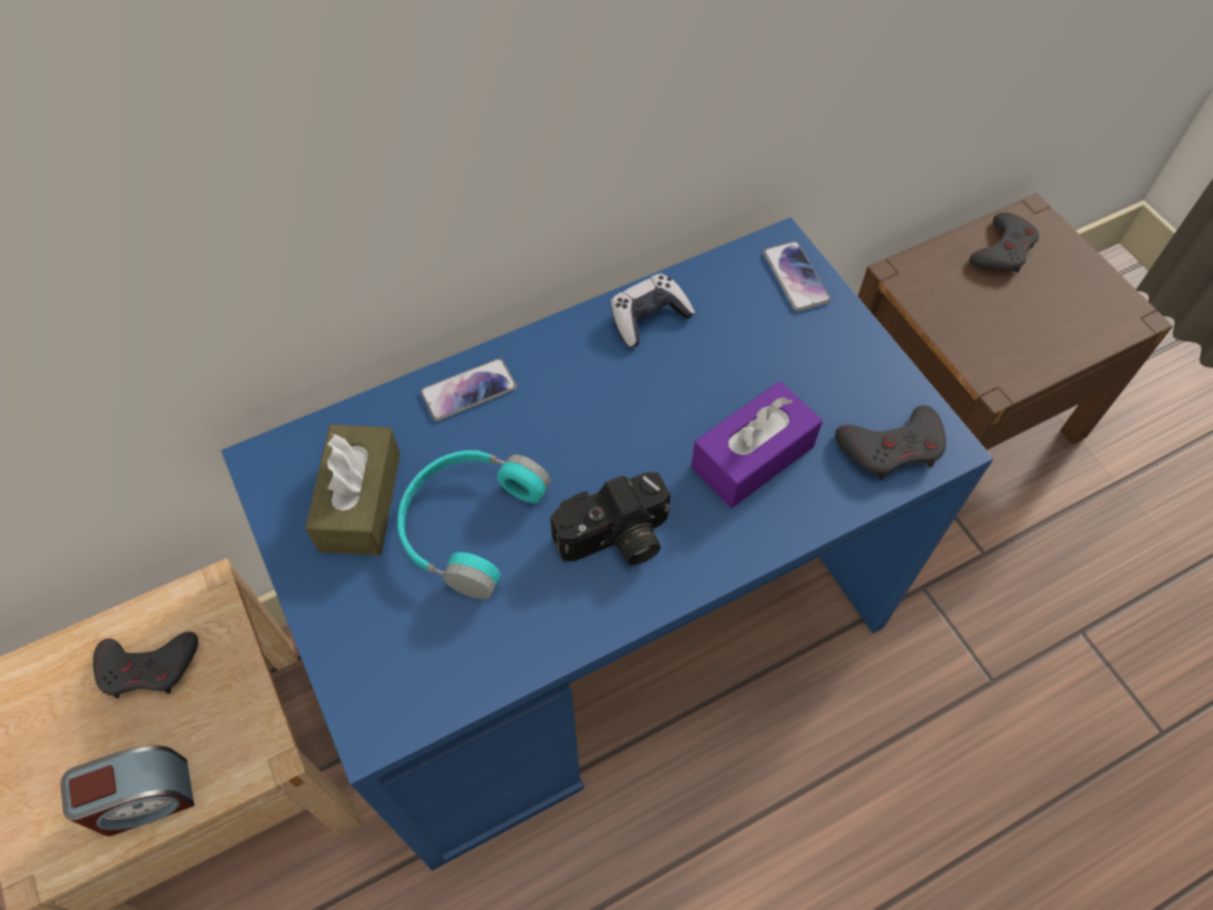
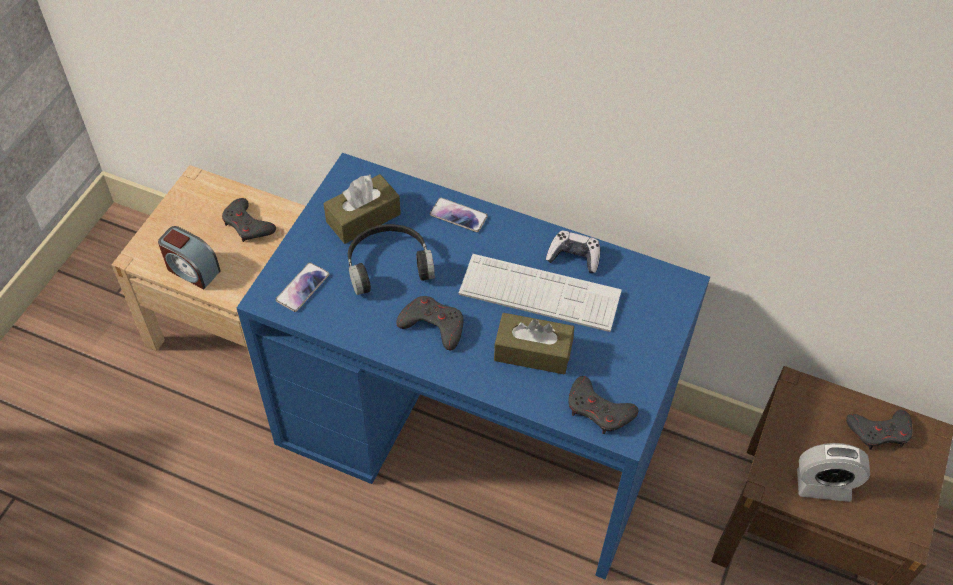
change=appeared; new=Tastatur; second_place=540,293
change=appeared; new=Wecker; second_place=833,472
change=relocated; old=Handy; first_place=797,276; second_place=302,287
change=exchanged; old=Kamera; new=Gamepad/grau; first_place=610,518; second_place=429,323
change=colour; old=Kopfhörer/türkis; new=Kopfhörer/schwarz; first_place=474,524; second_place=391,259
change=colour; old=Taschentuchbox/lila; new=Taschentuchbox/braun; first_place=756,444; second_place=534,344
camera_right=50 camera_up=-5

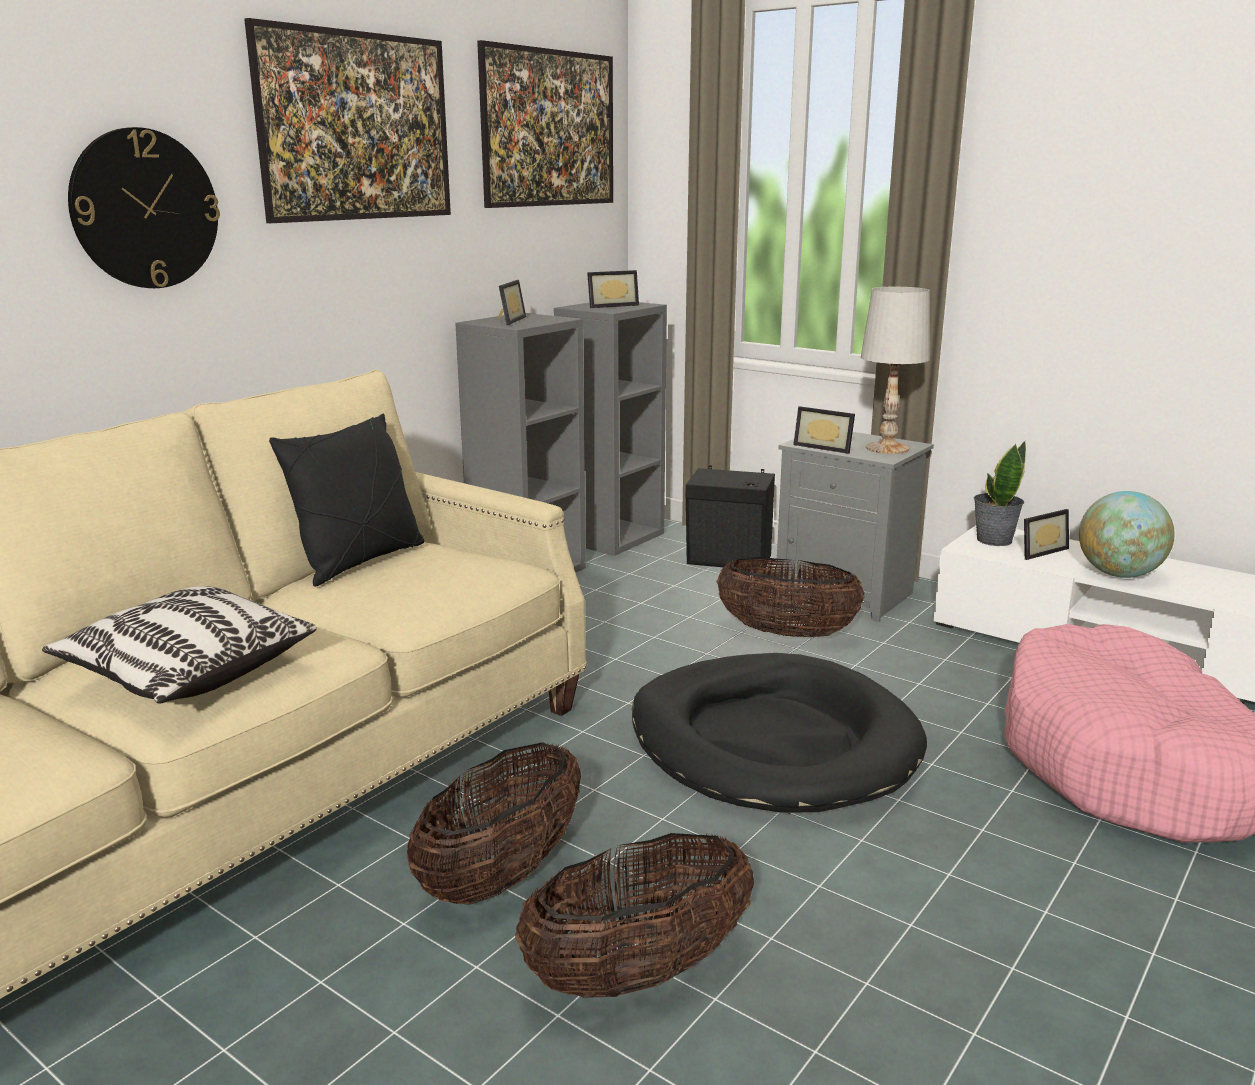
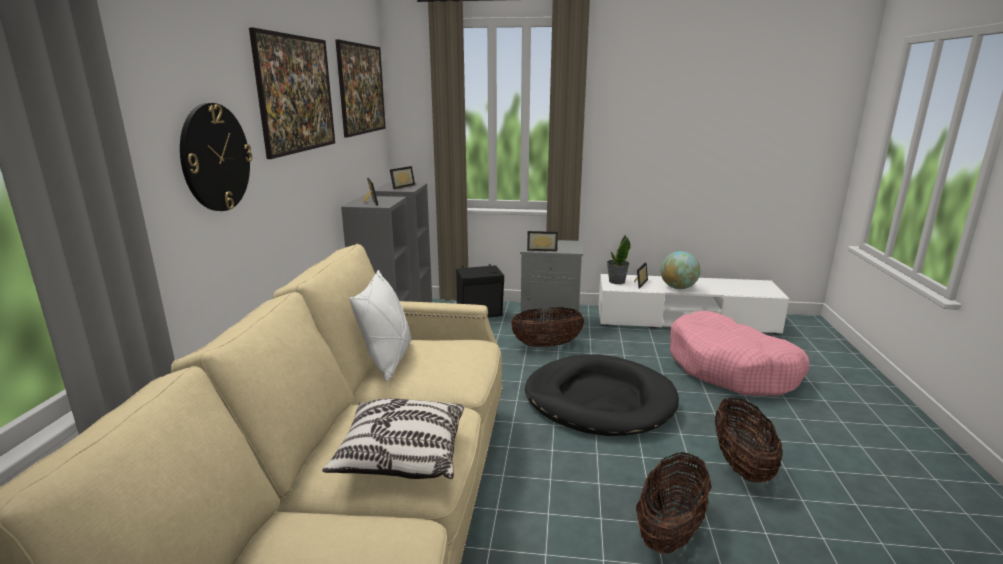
change=missing; old=Tischlampe/weiß; first_place=895,370
change=relocated; old=Korb; first_place=493,823; second_place=748,439
change=colour; old=Kissen/schwarz; new=Kissen/weiß; first_place=346,500; second_place=380,326
camera_right=-30 camera_up=0

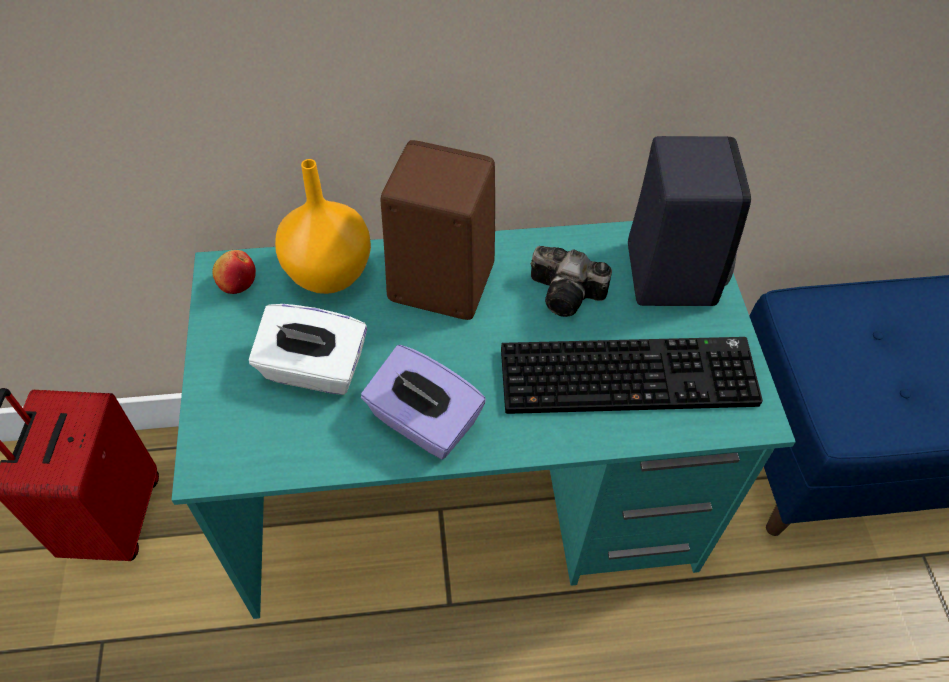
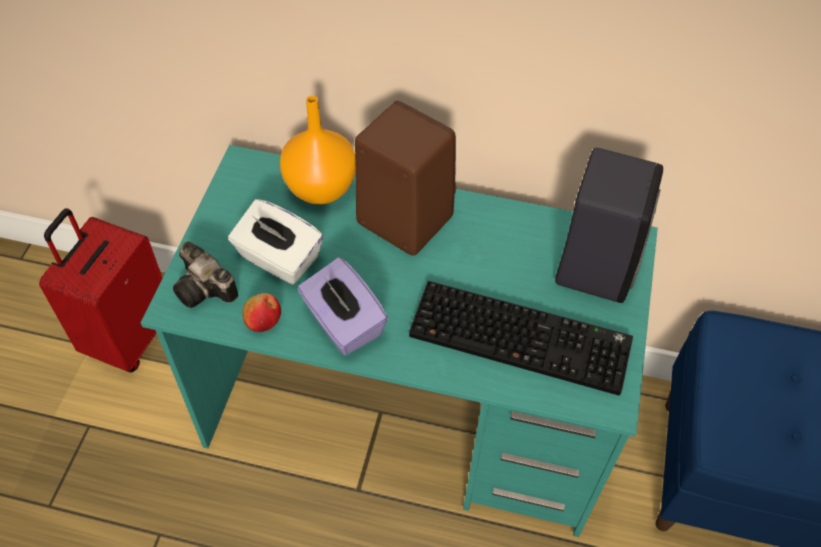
change=relocated; old=Apfel; first_place=234,272; second_place=262,312
change=relocated; old=Kamera; first_place=571,281; second_place=205,274
camera_right=20 camera_up=0

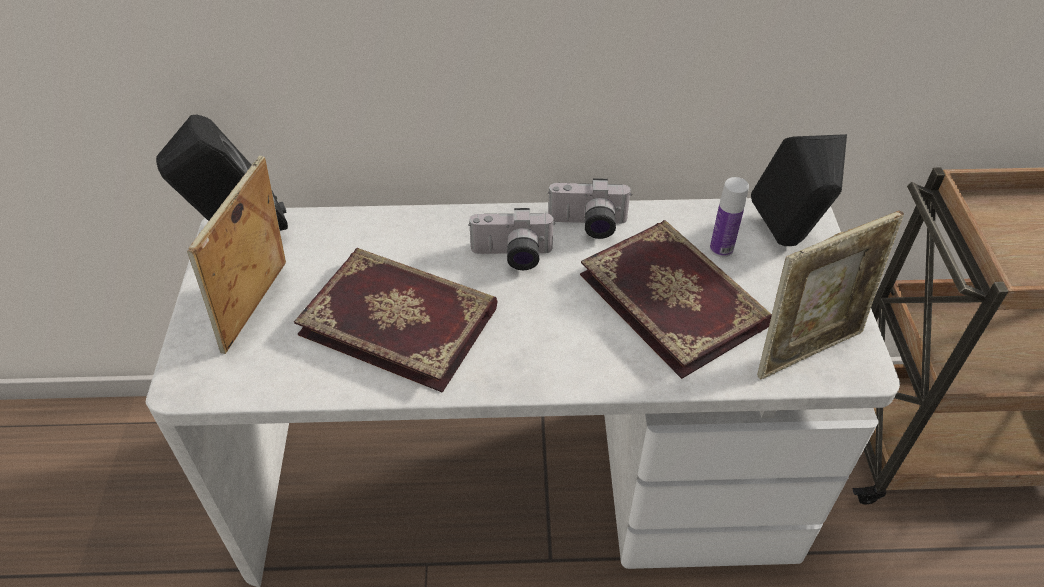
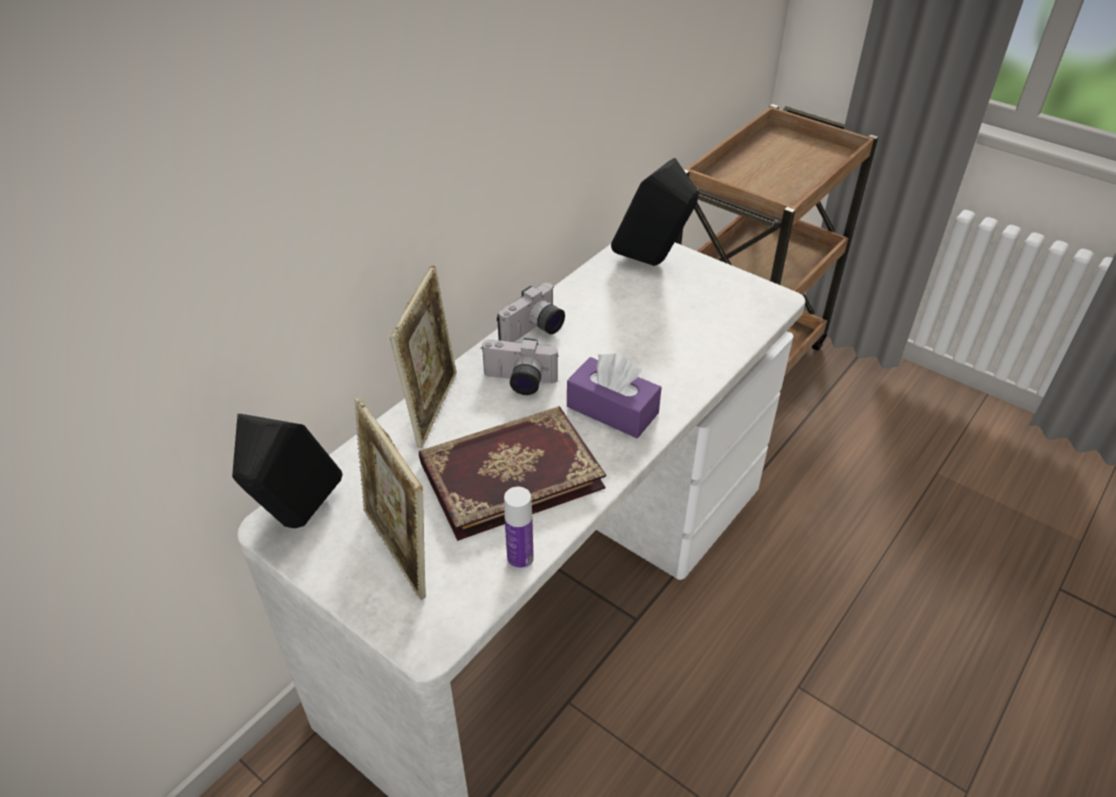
change=missing; old=Buch; first_place=676,299
change=appeared; new=Taschentuchbox/lila; second_place=614,396
change=relocated; old=Flasche; first_place=729,217; second_place=519,528
change=relocated; old=Bilderrahmen; first_place=830,295; second_place=423,357
change=spun; old=Kamera; first_place=511,239; second_place=519,366; degrees=60
camera_right=-50 camera_up=-5

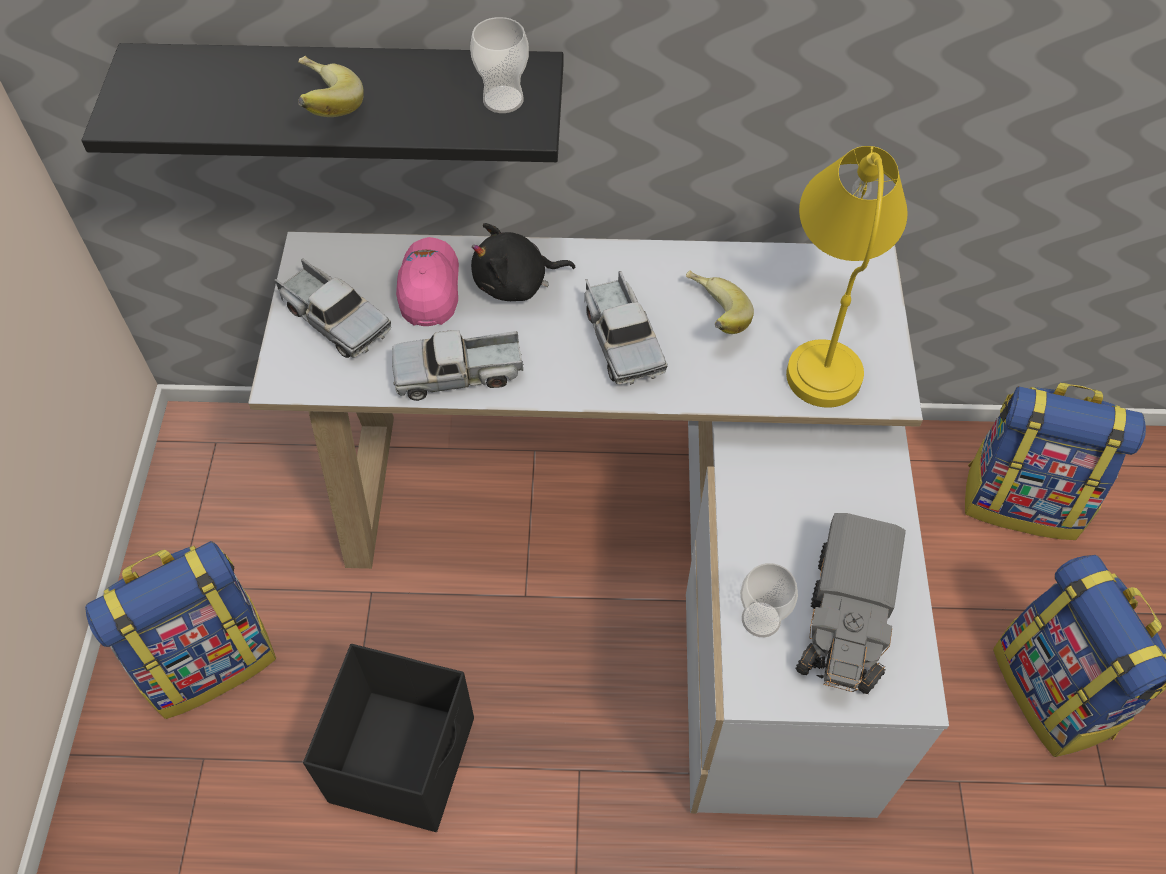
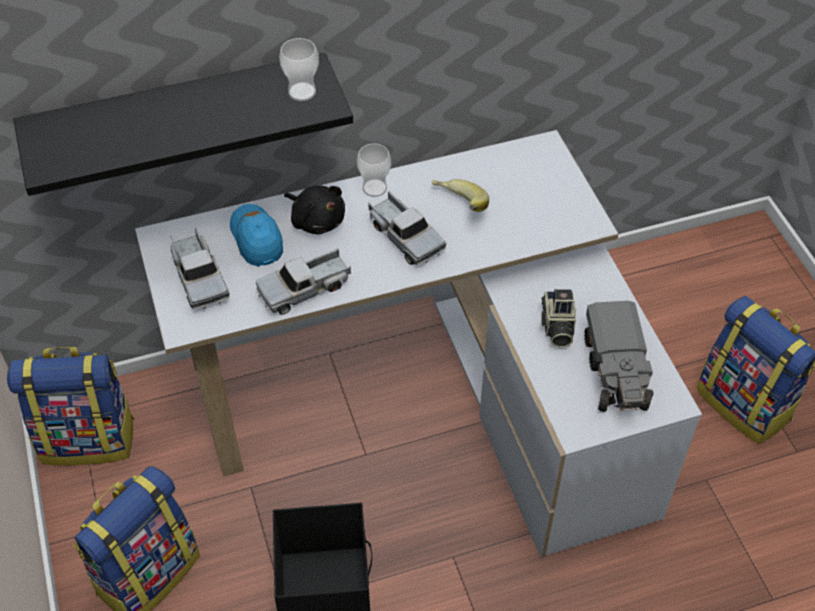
change=missing; old=Banane; first_place=331,86
change=missing; old=Tischlampe/gelb; first_place=846,277
change=appeared; new=Kamera; second_place=558,318
change=relocated; old=Tasse; first_place=769,600; second_place=374,170
change=relocated; old=Rucksack; first_place=1055,461; second_place=71,406
change=colour; old=Kappe/rosa; new=Kappe/blau; first_place=427,281; second_place=256,235
change=spun; old=Spielzeuglaster; first_place=332,308; second_place=199,269; degrees=45
change=spun; old=Plüschtier/schwarz; first_place=523,262; second_place=314,210; degrees=-105
camera_right=-20 camera_up=-5

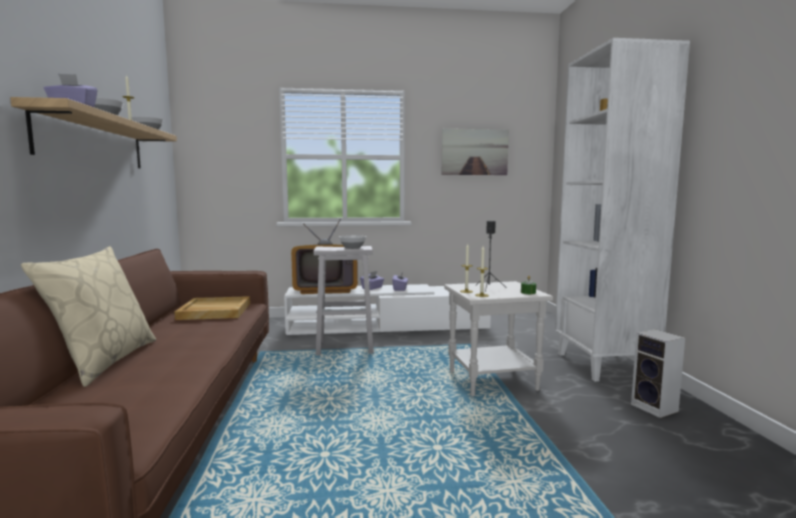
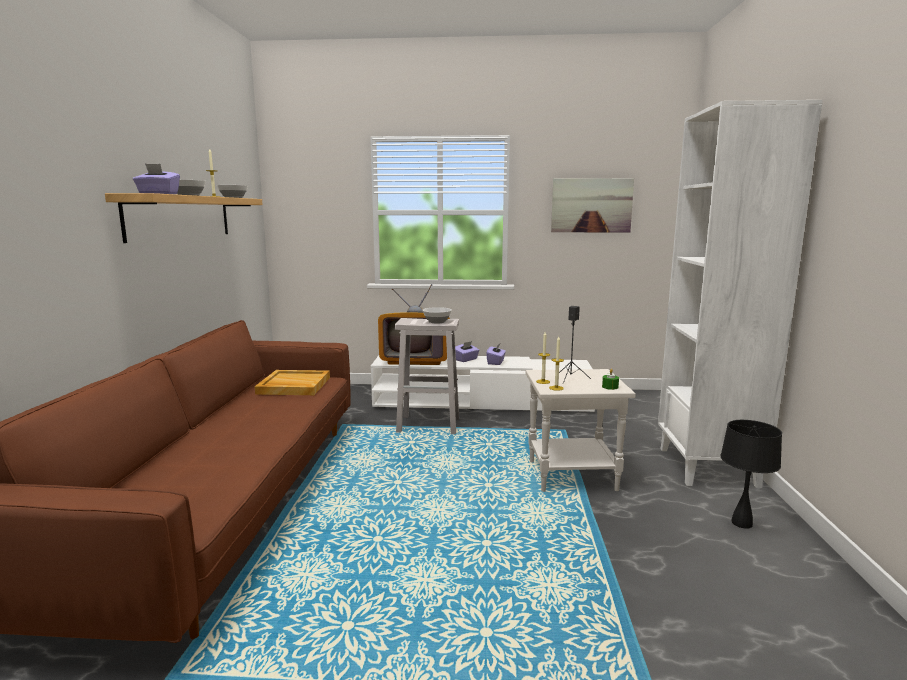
change=missing; old=Kissen/beige; first_place=88,316
change=exchanged; old=Lautsprecher; new=Tischlampe/schwarz; first_place=658,373; second_place=751,474
camera_right=10 camera_up=5

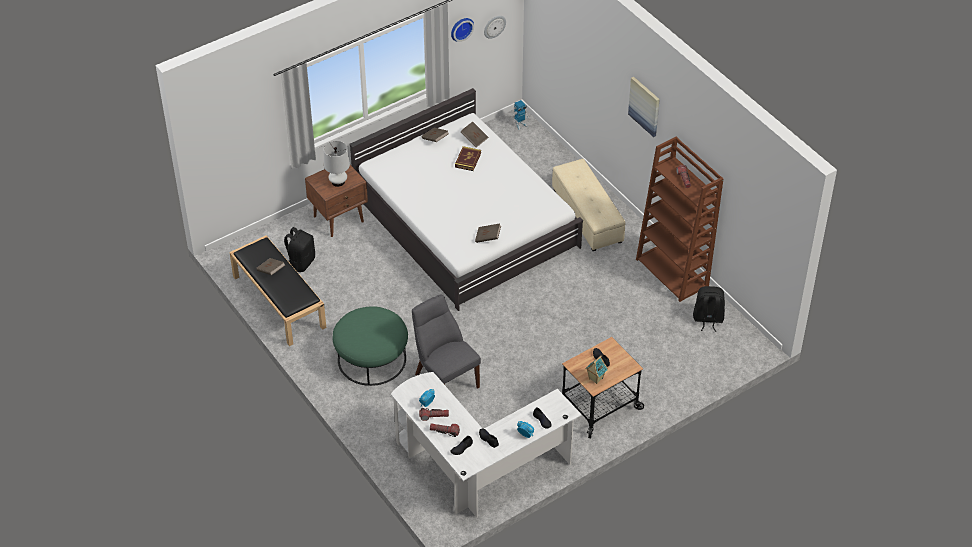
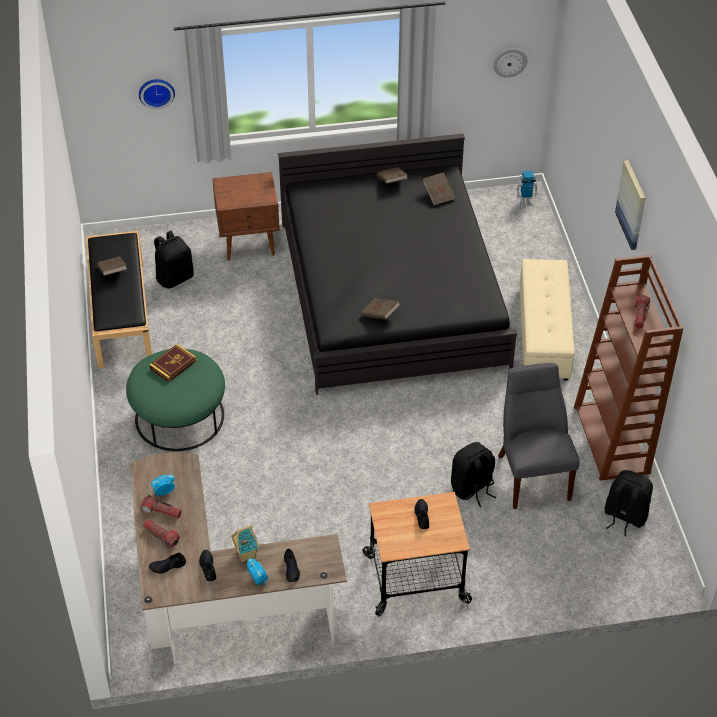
change=missing; old=Tischlampe/weiß; first_place=337,164
change=appeared; new=Rucksack/schwarz; second_place=473,474
change=relocated; old=Stuhl/grau; first_place=446,341; second_place=539,436
change=relocated; old=Wanduhr; first_place=462,30; second_place=157,94
change=relocated; old=Buch; first_place=468,158; second_place=173,363
change=relocated; old=Spielzeughaus; first_place=596,370; second_place=245,543
change=colour; old=Bett/weiß; new=Bett/schwarz; first_place=466,199; second_place=397,264
change=colour; old=Schreibtisch/weiß; new=Schreibtisch/braun; first_place=486,445; second_place=238,558
camera_right=25 camera_up=0

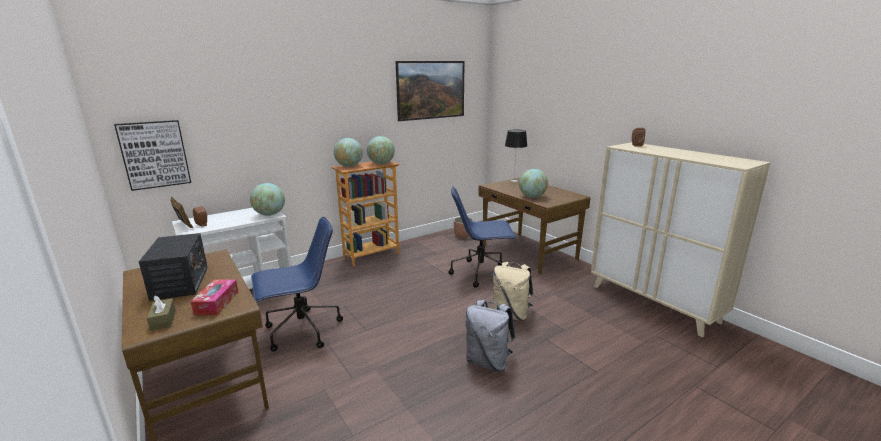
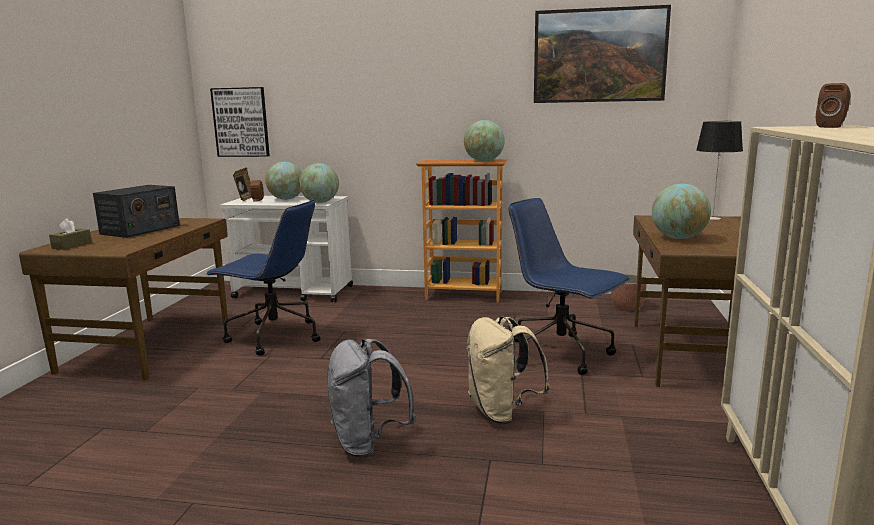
change=missing; old=Taschentuchbox; first_place=214,297
change=relocated; old=Globus; first_place=348,152; second_place=283,181
camera_right=45 camera_up=-5

